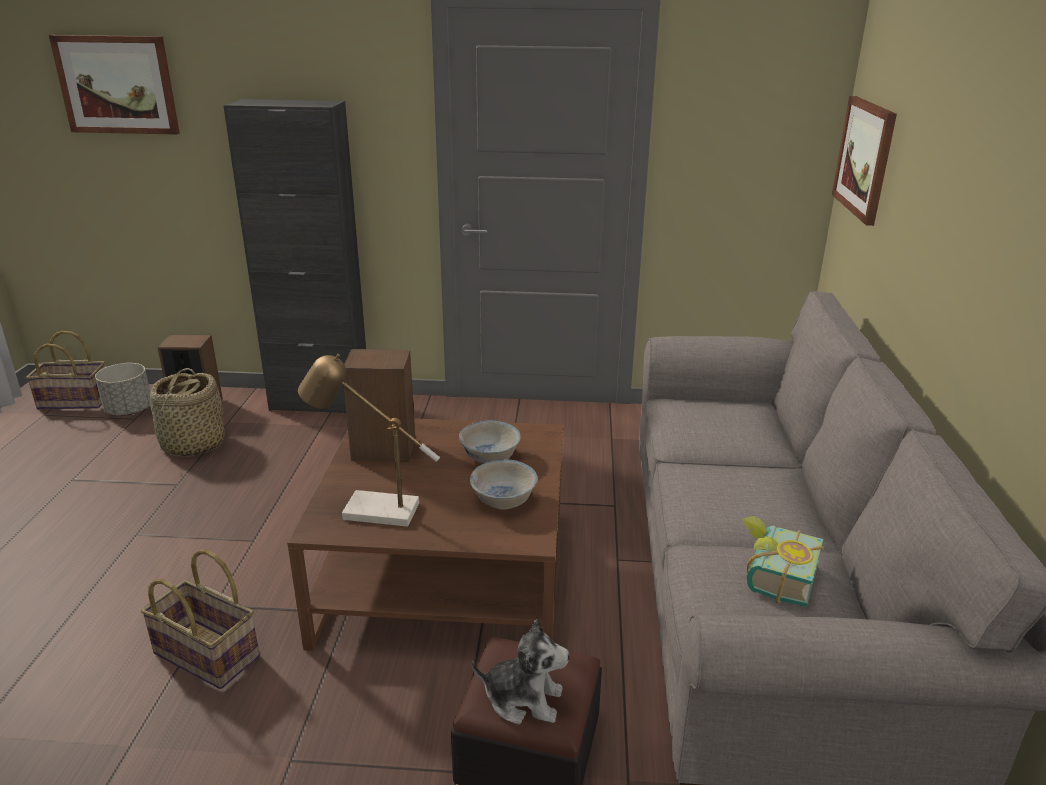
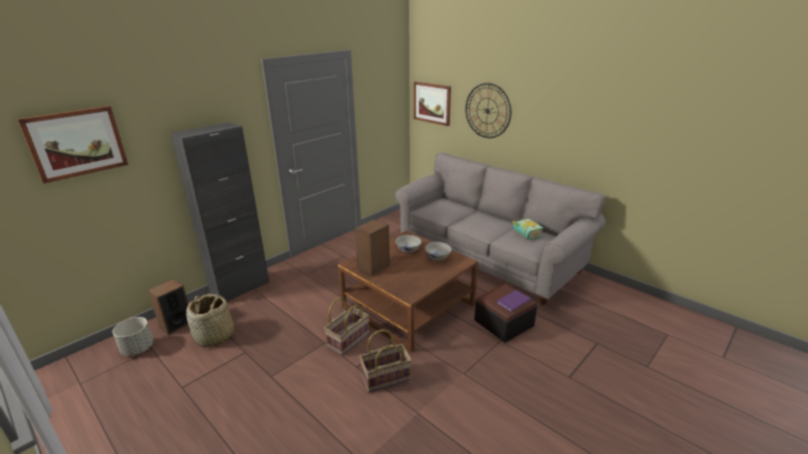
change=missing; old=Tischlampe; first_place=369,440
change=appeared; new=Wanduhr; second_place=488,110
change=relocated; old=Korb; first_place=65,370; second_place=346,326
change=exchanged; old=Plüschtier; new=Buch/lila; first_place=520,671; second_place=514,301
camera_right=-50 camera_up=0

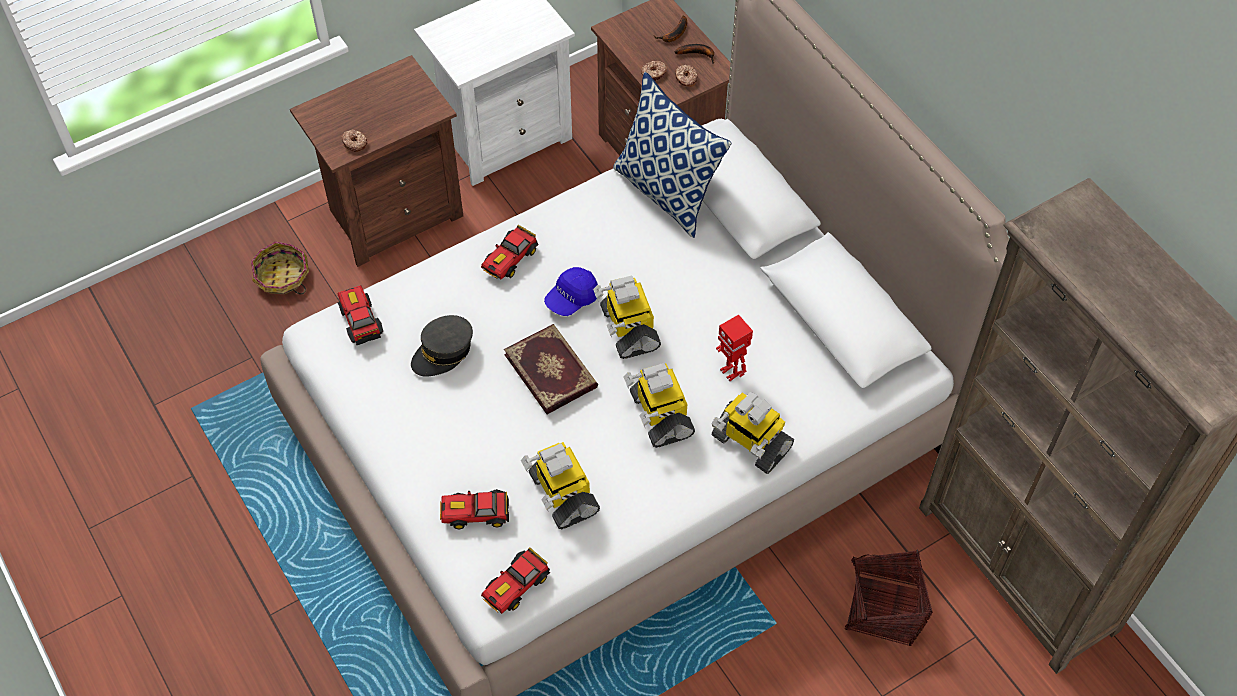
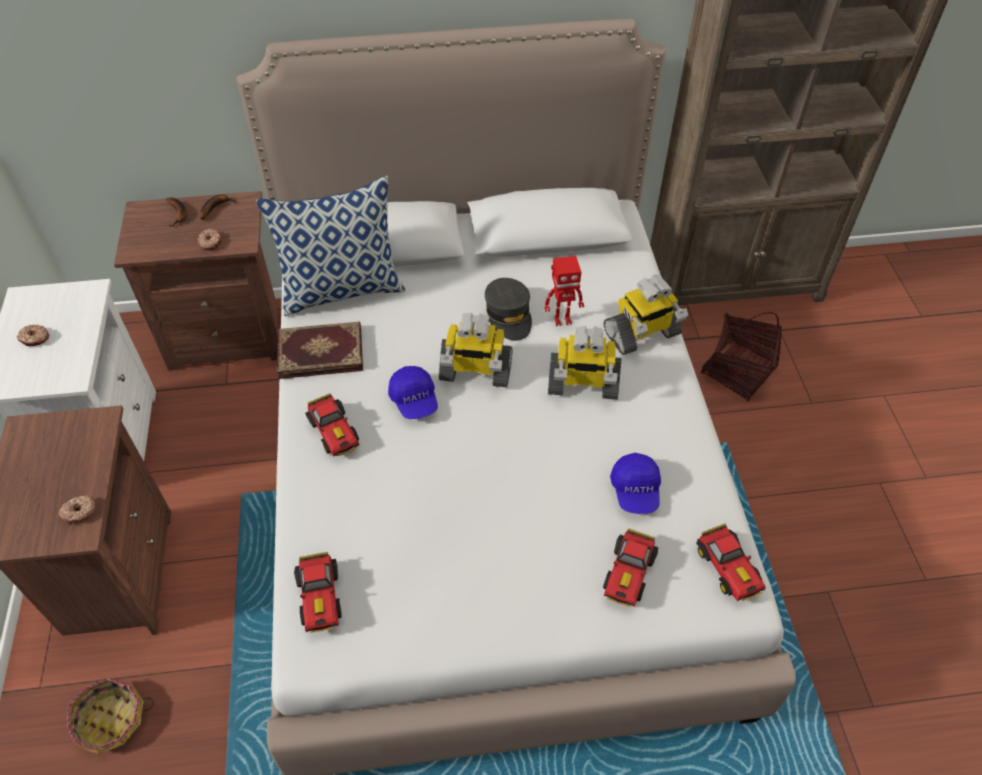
change=relocated; old=Kappe/grau; first_place=442,346; second_place=508,309
change=relocated; old=Buch; first_place=551,369; second_place=320,350
change=relocated; old=Donut; first_place=686,76; second_place=32,335
change=exchanged; old=Spielzeugroboter; new=Kappe/blau; first_place=560,485; second_place=635,483
change=spun; old=Spielzeugauto; first_place=360,315; second_place=318,592; degrees=-105
camera_right=-65 camera_up=-5

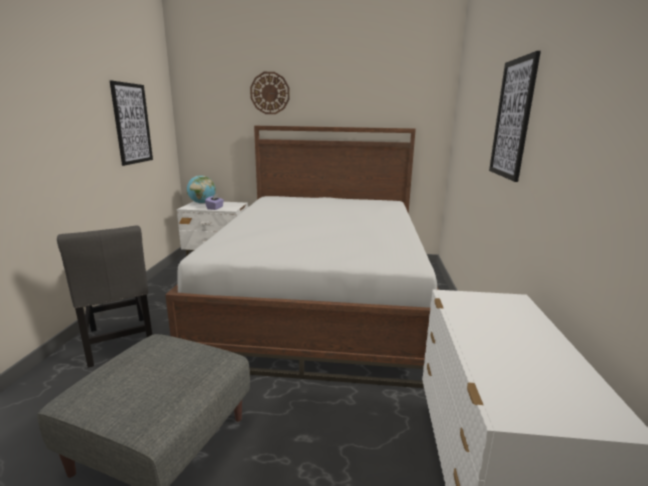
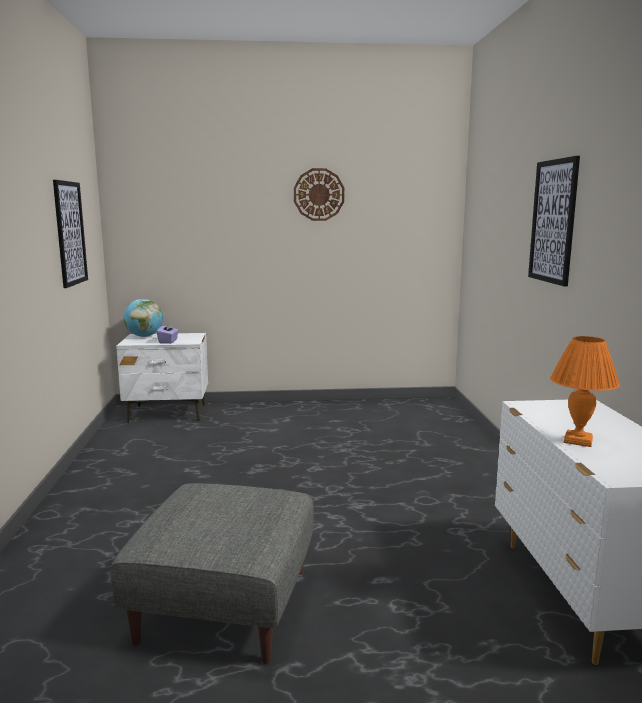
change=missing; old=Stuhl/grau; first_place=104,297
change=missing; old=Bett; first_place=302,257
change=appeared; new=Tischlampe/orange; second_place=585,391
change=relocated; old=Wanduhr; first_place=270,93; second_place=319,194
camera_right=-10 camera_up=-5

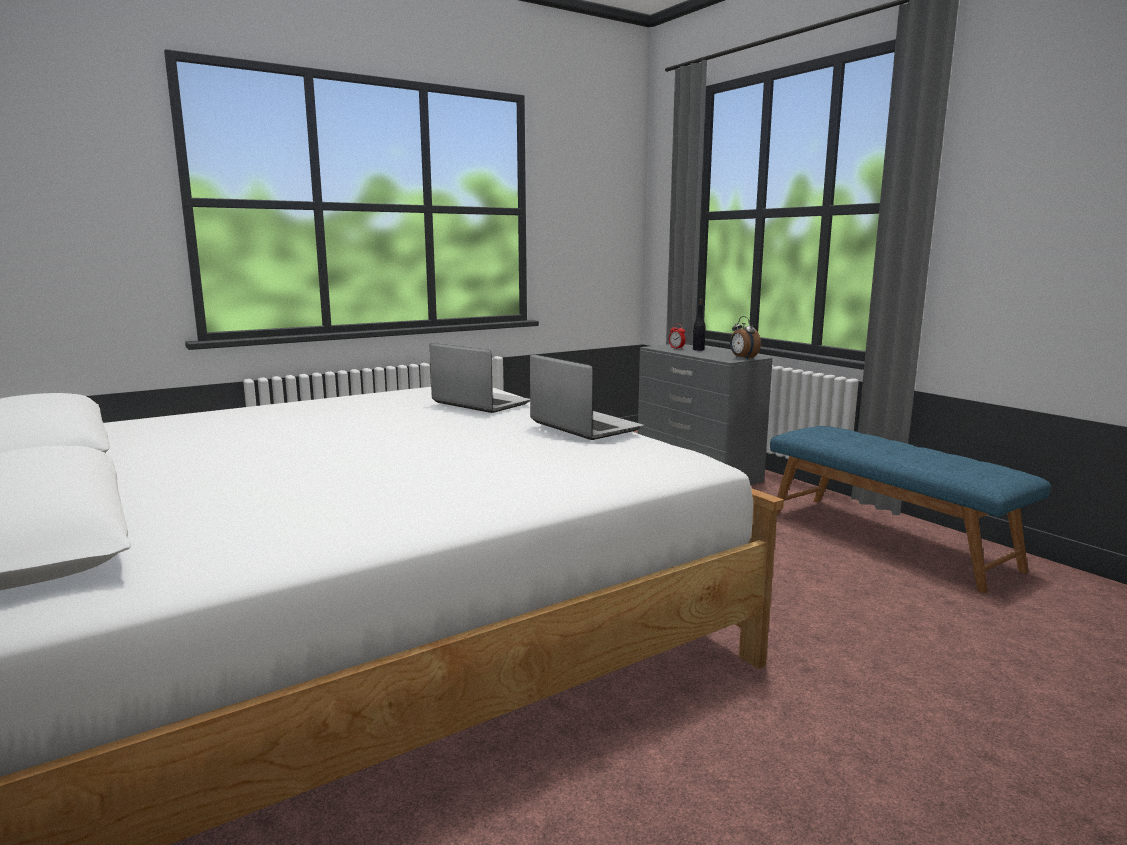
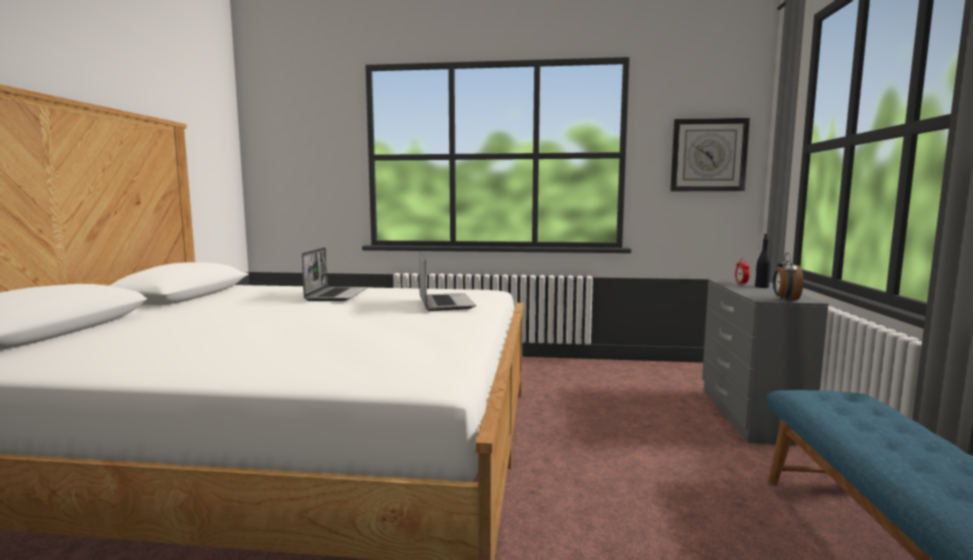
change=appeared; new=Wanduhr; second_place=710,154
change=relocated; old=Laptop; first_place=587,397; second_place=335,274
camera_right=40 camera_up=-5

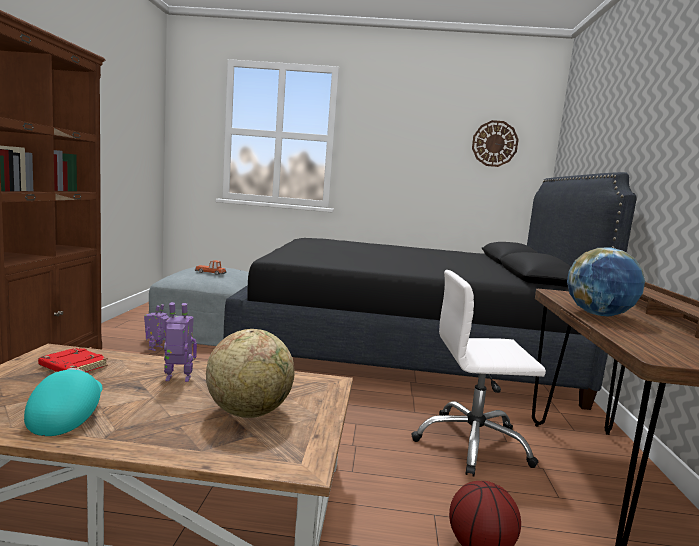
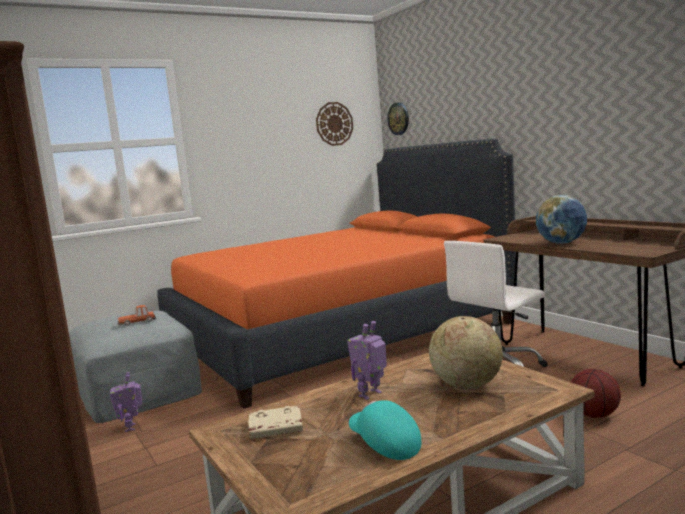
change=appeared; new=Wanduhr; second_place=398,119
change=colour; old=Buch/rot; new=Buch/beige; first_place=73,359; second_place=275,422
change=colour; old=Bett/schwarz; new=Bett/orange; first_place=430,291; second_place=337,273
camera_right=-35 camera_up=0

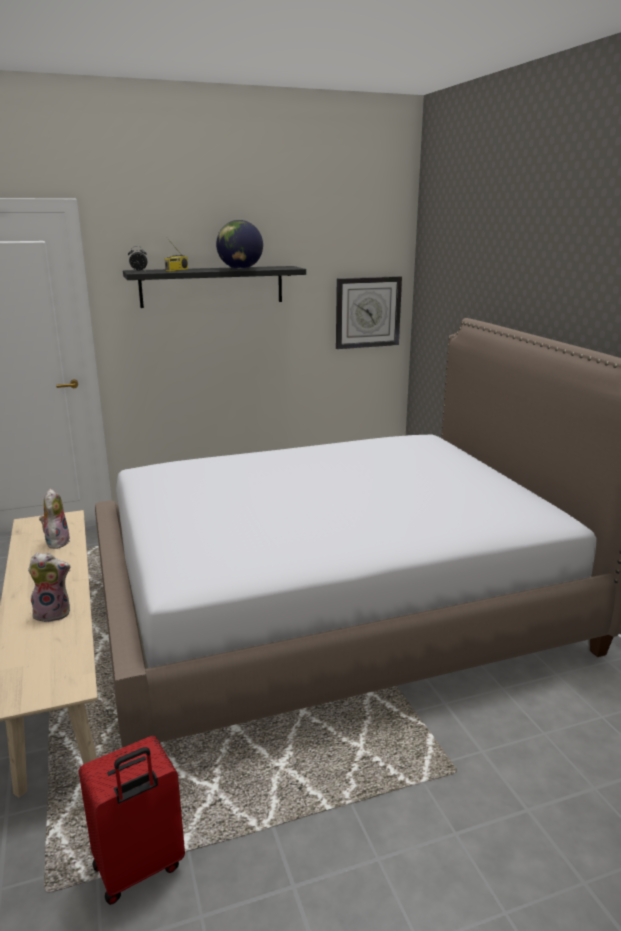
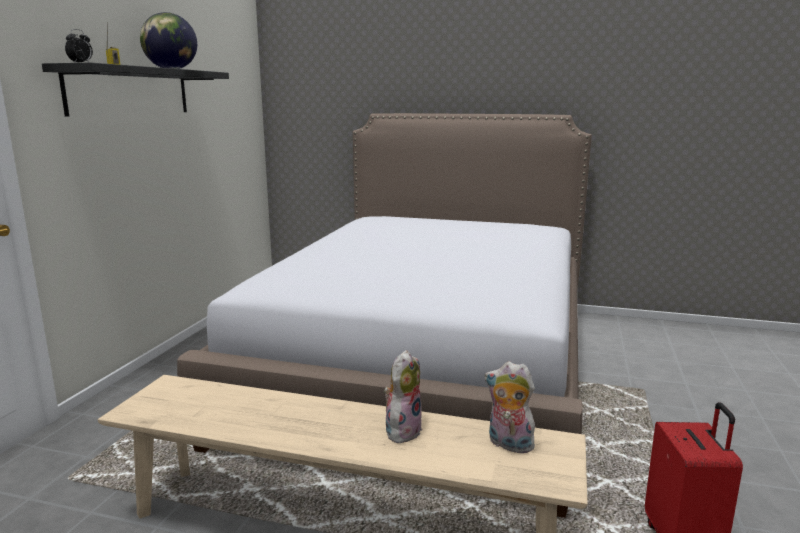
change=missing; old=Wanduhr; first_place=369,312
change=relocated; old=Plüschtier; first_place=54,519; second_place=512,407
camera_right=-55 camera_up=-5

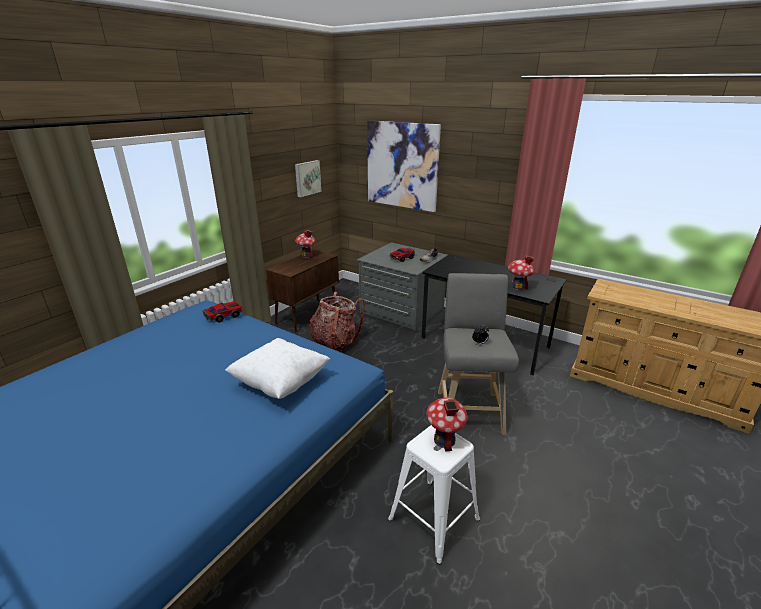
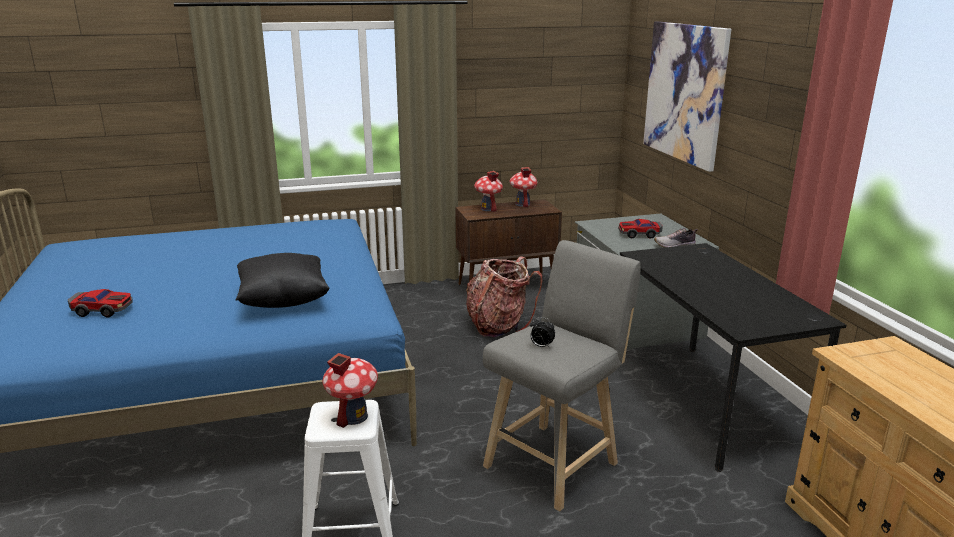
change=missing; old=Bild; first_place=308,178
change=relocated; old=Spielzeugauto; first_place=222,311; second_place=100,303
change=relocated; old=Spielzeughaus; first_place=521,273; second_place=488,191
change=colour; old=Kissen/weiß; new=Kissen/schwarz; first_place=278,368; second_place=282,280
camera_right=40 camera_up=-5

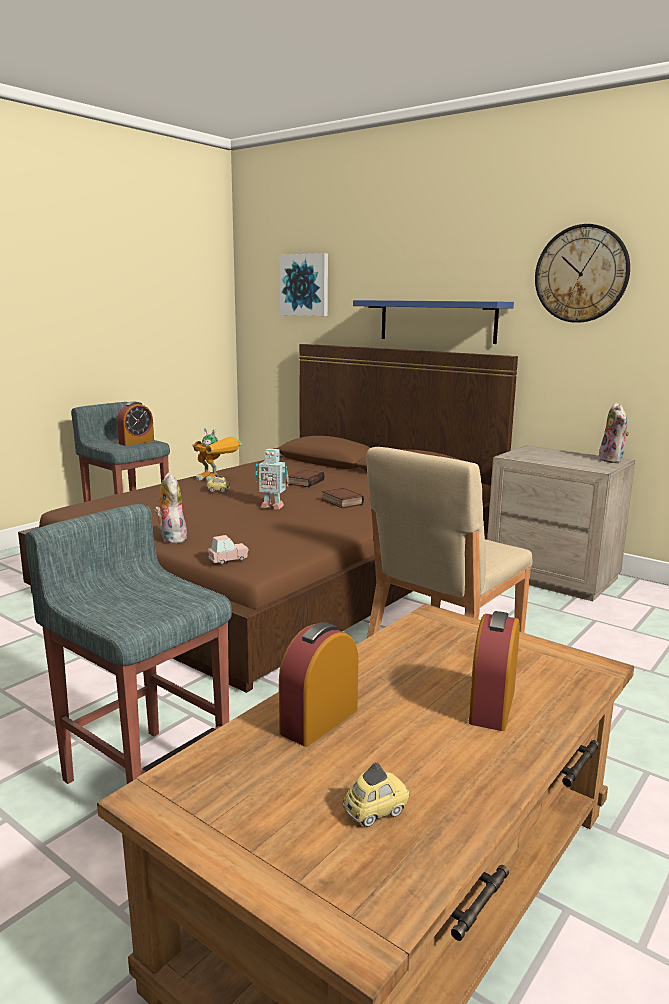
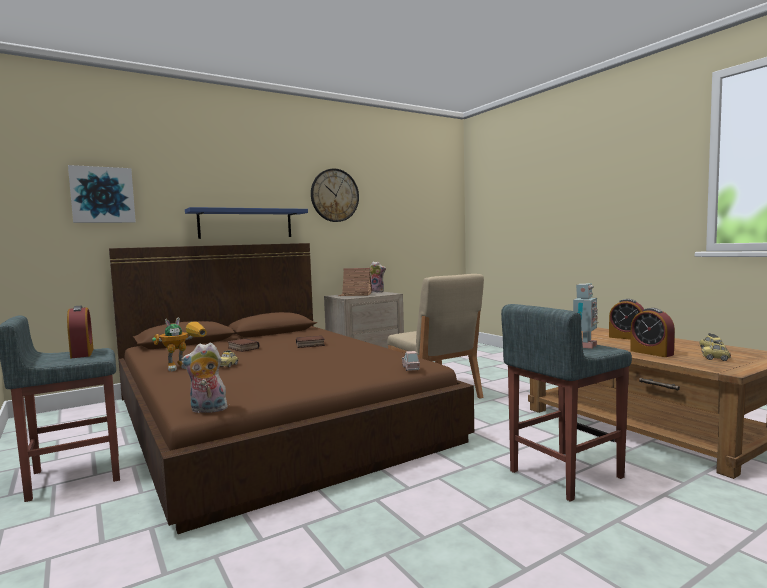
change=appeared; new=Spielzeughaus; second_place=355,282
change=appeared; new=Spielzeugauto; second_place=716,351
change=relocated; old=Plüschtier; first_place=170,508; second_place=204,377
change=relocated; old=Spielzeugroboter; first_place=272,479; second_place=586,316
camera_right=-70 camera_up=-10

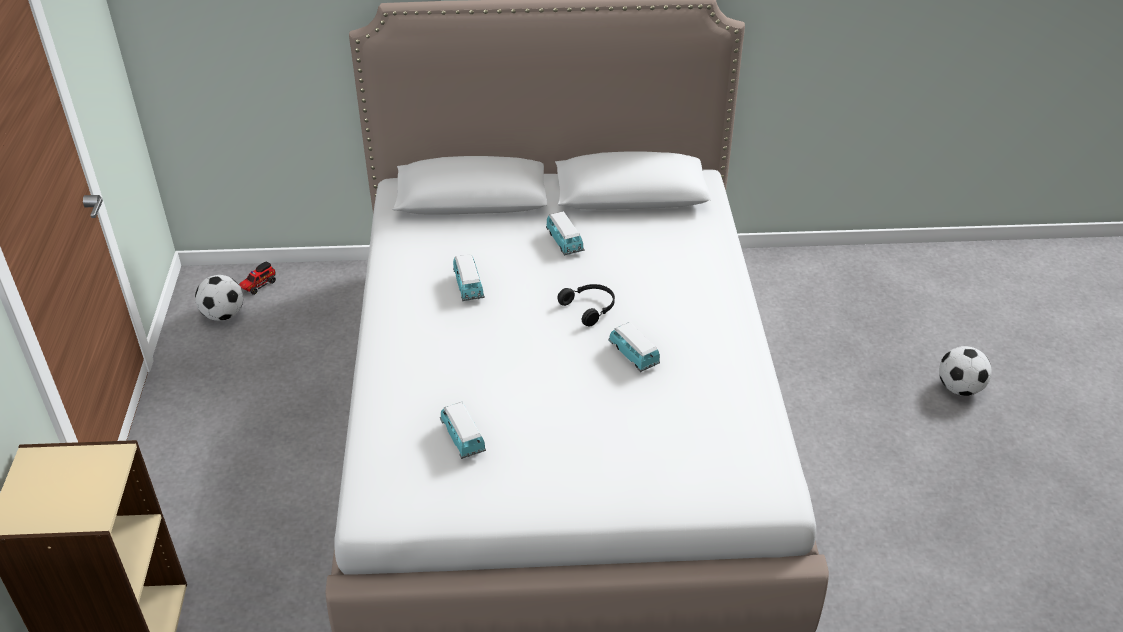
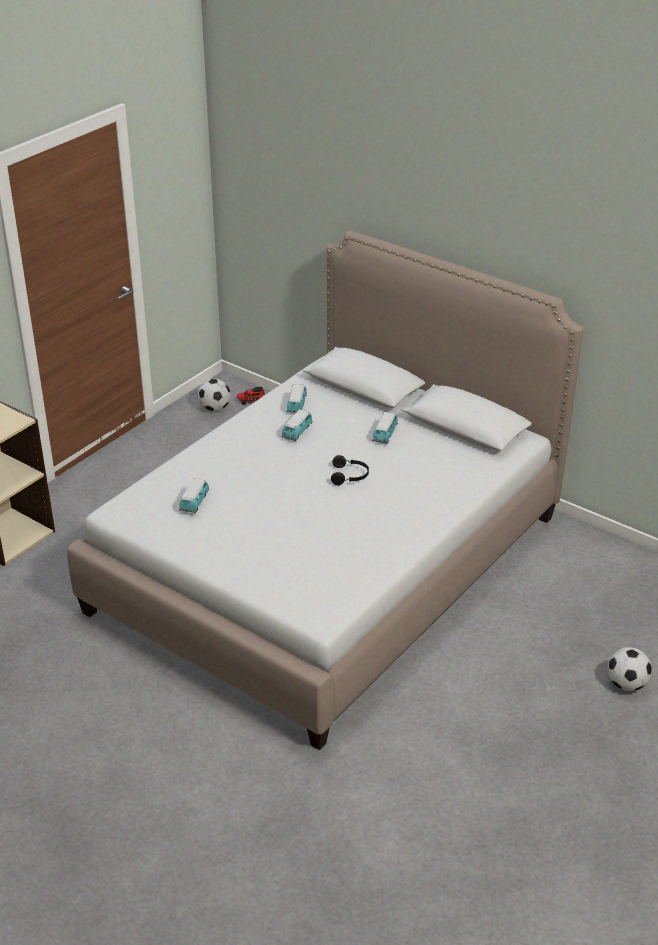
change=relocated; old=Spielzeugauto; first_place=634,347; second_place=296,398
camera_right=40 camera_up=-5

